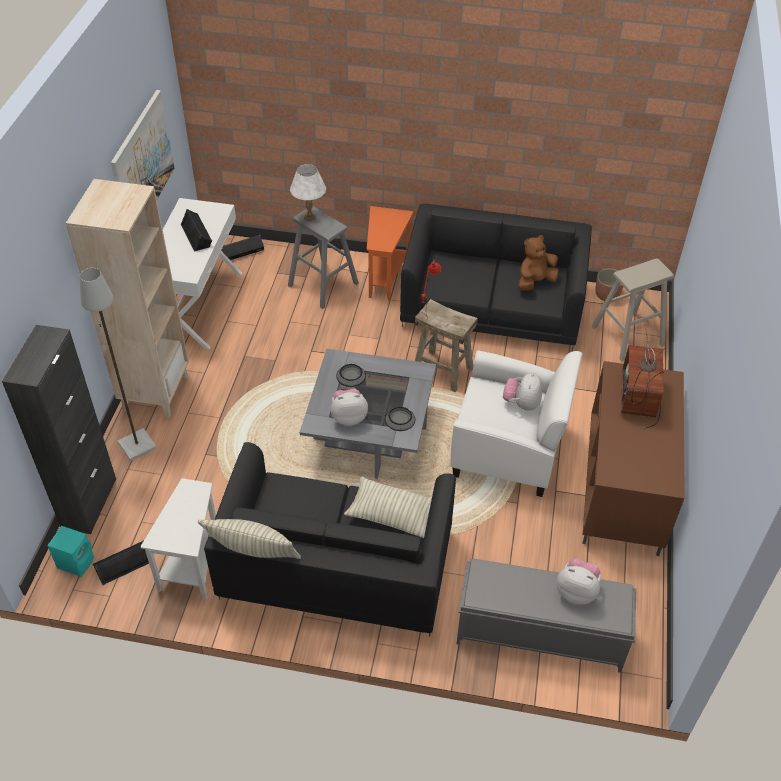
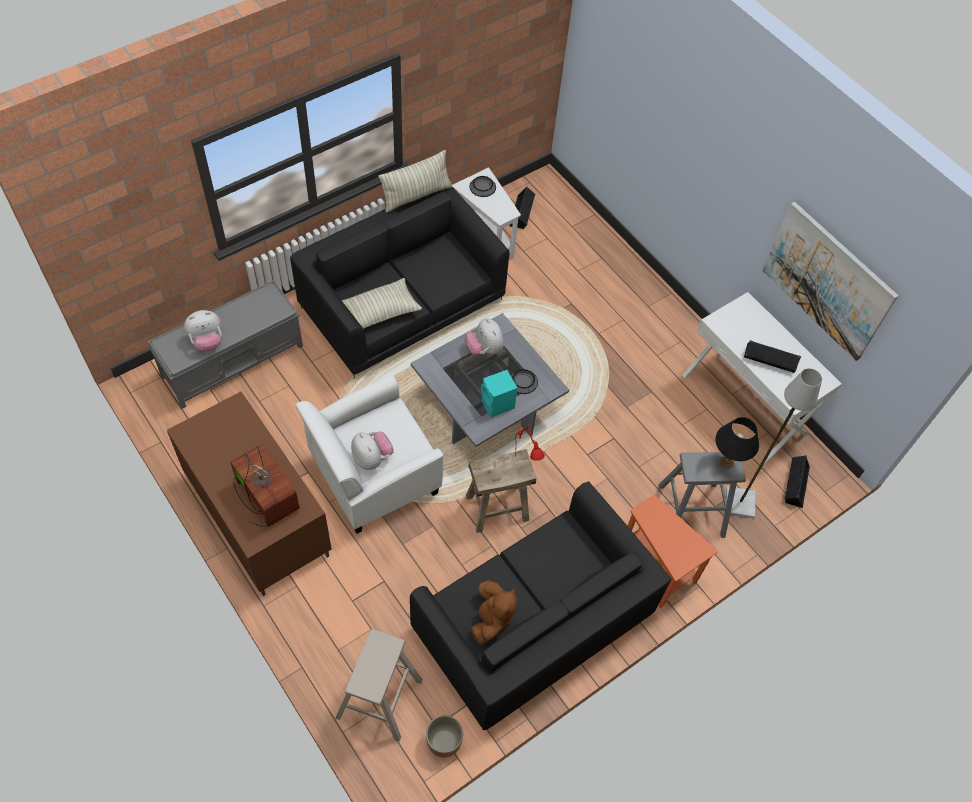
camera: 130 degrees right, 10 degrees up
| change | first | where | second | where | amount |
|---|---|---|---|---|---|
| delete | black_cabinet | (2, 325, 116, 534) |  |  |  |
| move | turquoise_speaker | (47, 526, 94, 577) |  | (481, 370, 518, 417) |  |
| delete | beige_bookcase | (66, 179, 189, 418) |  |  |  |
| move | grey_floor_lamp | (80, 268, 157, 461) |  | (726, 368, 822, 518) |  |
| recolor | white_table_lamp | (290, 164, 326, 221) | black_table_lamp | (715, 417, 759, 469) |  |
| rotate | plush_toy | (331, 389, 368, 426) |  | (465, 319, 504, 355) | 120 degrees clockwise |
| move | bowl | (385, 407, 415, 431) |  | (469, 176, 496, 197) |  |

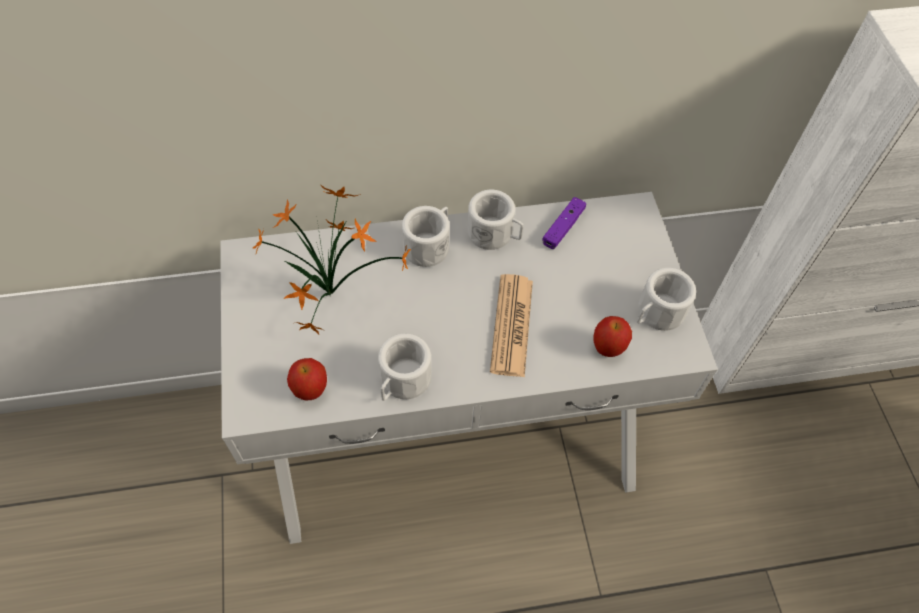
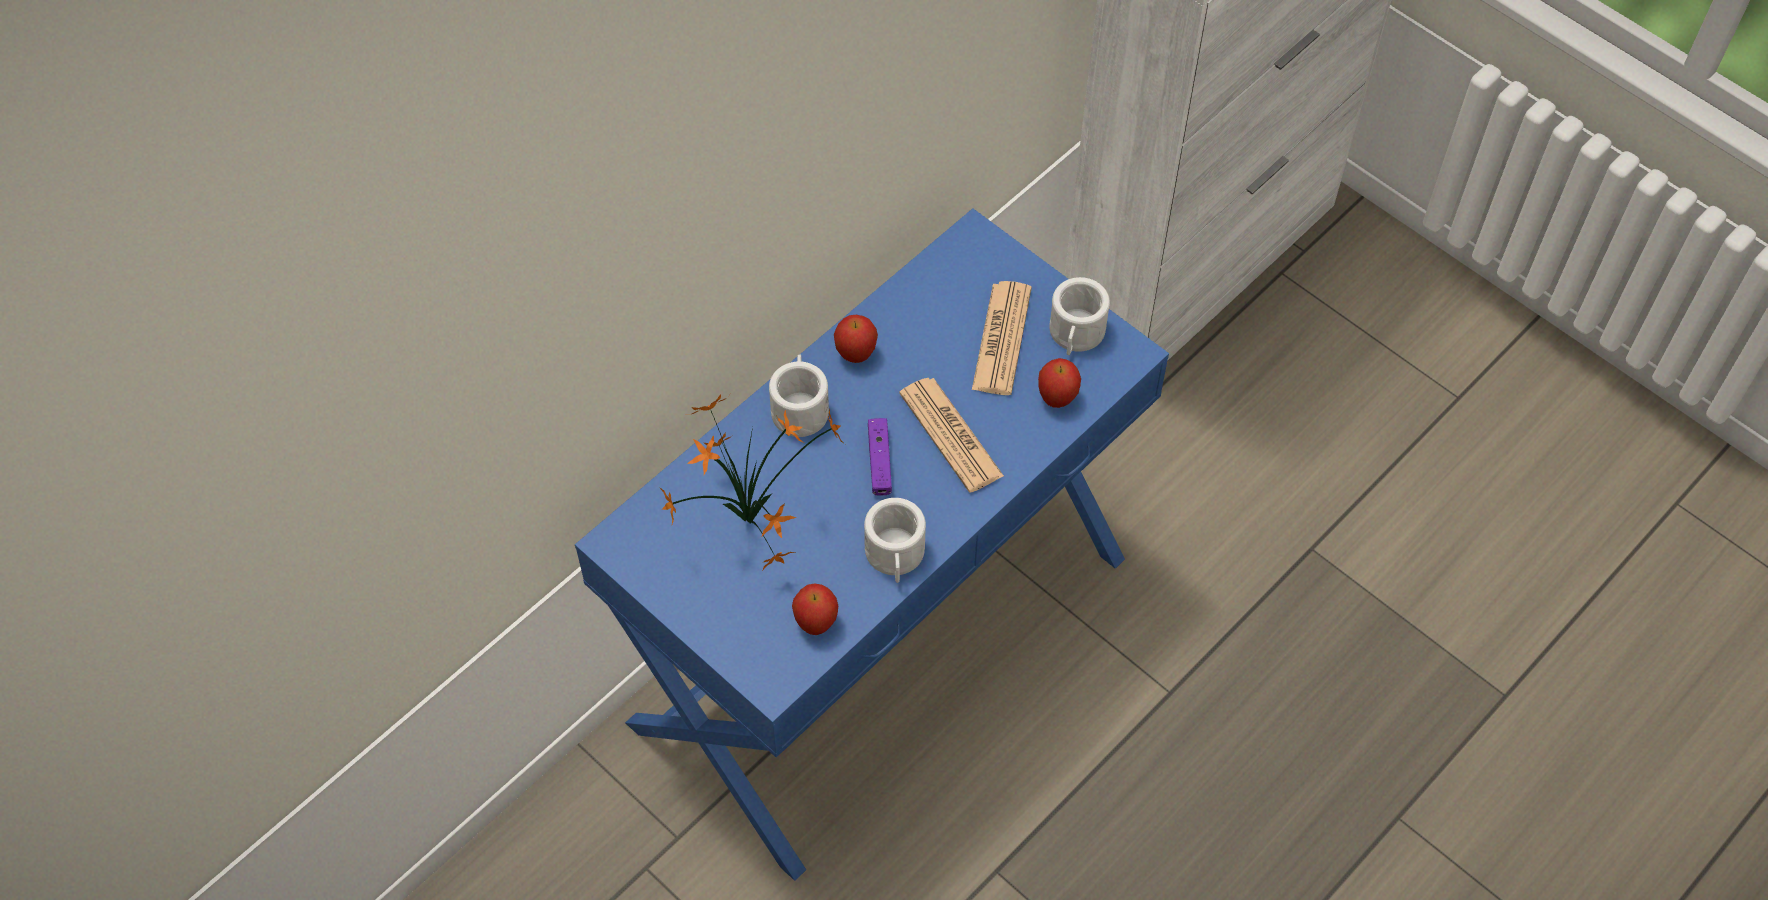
camera: 35 degrees left, 0 degrees up
| change | first | where | second | where | amount |
|---|---|---|---|---|---|
| recolor | white_console_table | (220, 192, 718, 544) | blue_console_table | (575, 208, 1169, 881) |  |
| replace | white_mug | (467, 190, 523, 250) | apple | (834, 315, 878, 363) |  |
| move | purple_game_controller | (542, 197, 586, 249) |  | (868, 418, 892, 496) |  |
| insert |  |  | newspaper | (972, 281, 1032, 395) |  |

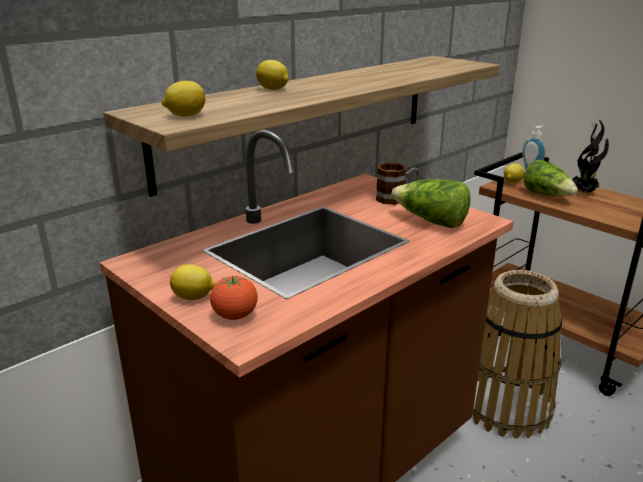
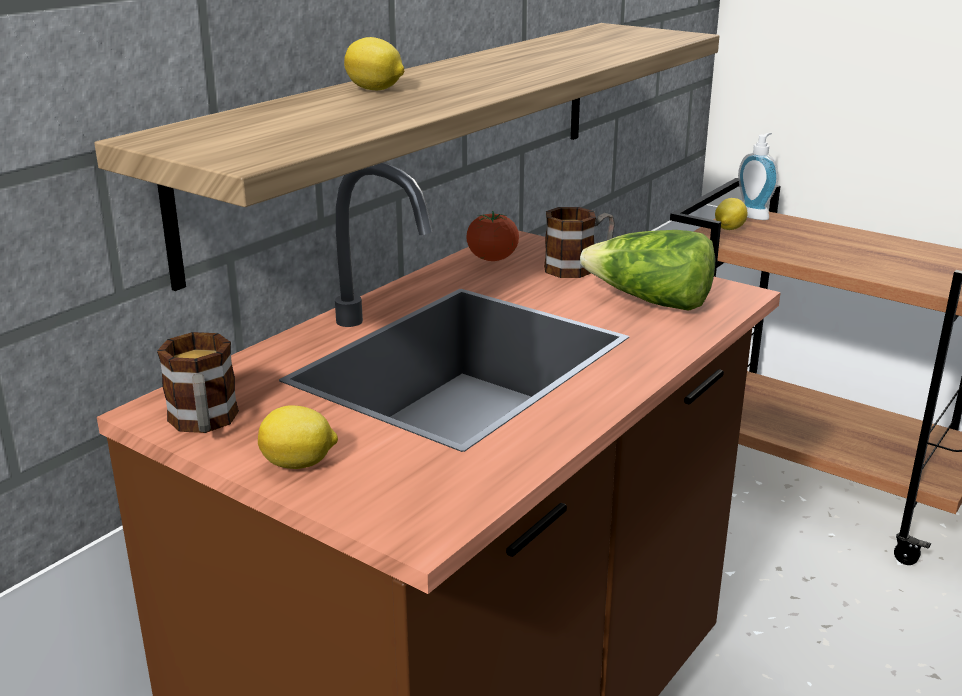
camera: 10 degrees left, 0 degrees up
| change | first | where | second | where | amount |
|---|---|---|---|---|---|
| delete | lemon | (162, 81, 205, 117) |  |  |  |
| move | tomato | (210, 275, 258, 320) |  | (466, 211, 519, 261) |  |
| delete | basket | (473, 270, 562, 439) |  |  |  |
| delete | lettuce | (523, 160, 578, 196) |  |  |  |
| delete | potted_plant | (572, 120, 609, 194) |  |  |  |
| insert |  |  | mug | (157, 332, 239, 433) |  |

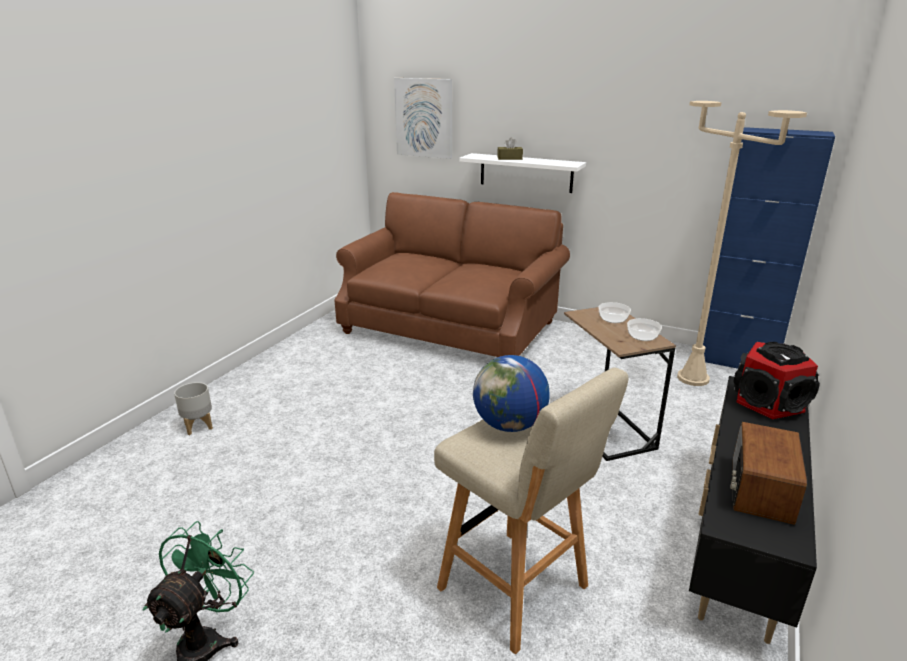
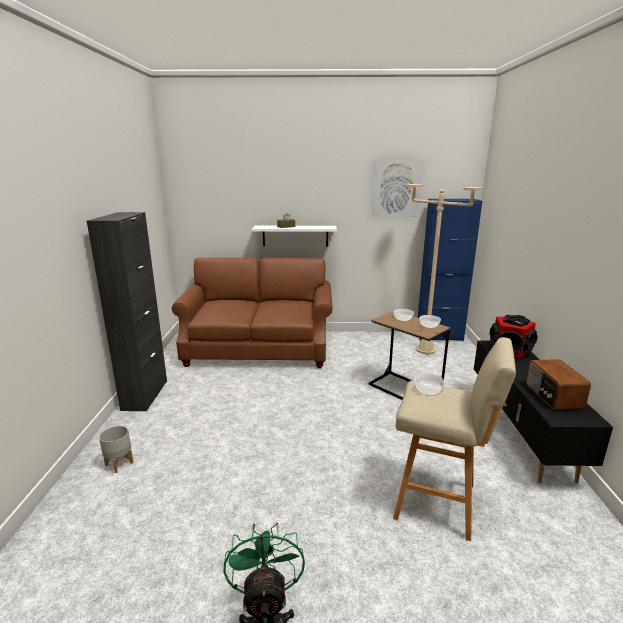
camera: 25 degrees left, 5 degrees down
| change | first | where | second | where | amount |
|---|---|---|---|---|---|
| move | picture | (394, 78, 452, 159) |  | (372, 160, 422, 217) |  |
| replace | globe | (473, 355, 550, 432) | bowl | (414, 373, 445, 396) |  |
| insert |  |  | black_cabinet | (87, 212, 167, 411) |  |

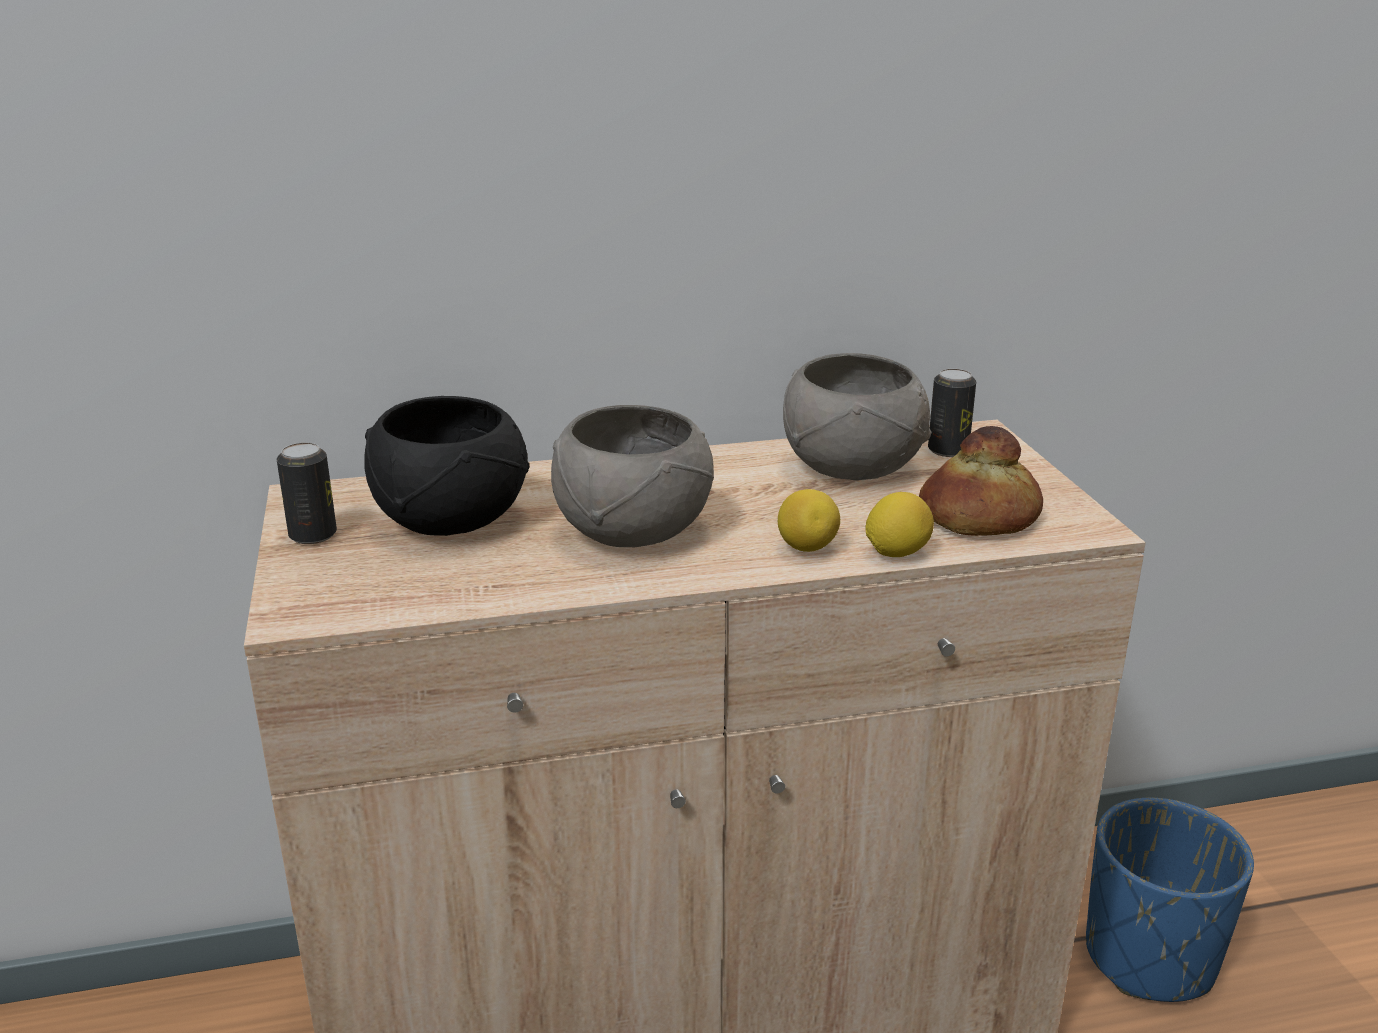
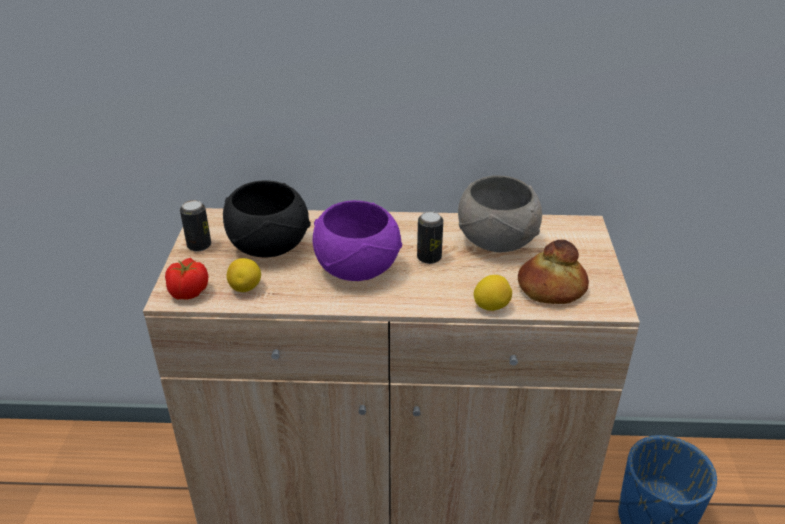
camera: 15 degrees right, 10 degrees up
| change | first | where | second | where | amount |
|---|---|---|---|---|---|
| recolor | grey_bowl | (551, 405, 714, 547) | purple_bowl | (312, 200, 402, 281) |  |
| move | lemon | (778, 489, 840, 552) |  | (227, 258, 261, 292) |  |
| move | can | (928, 369, 976, 457) |  | (417, 211, 443, 264) |  |
| insert |  |  | tomato | (165, 258, 208, 300) |  |

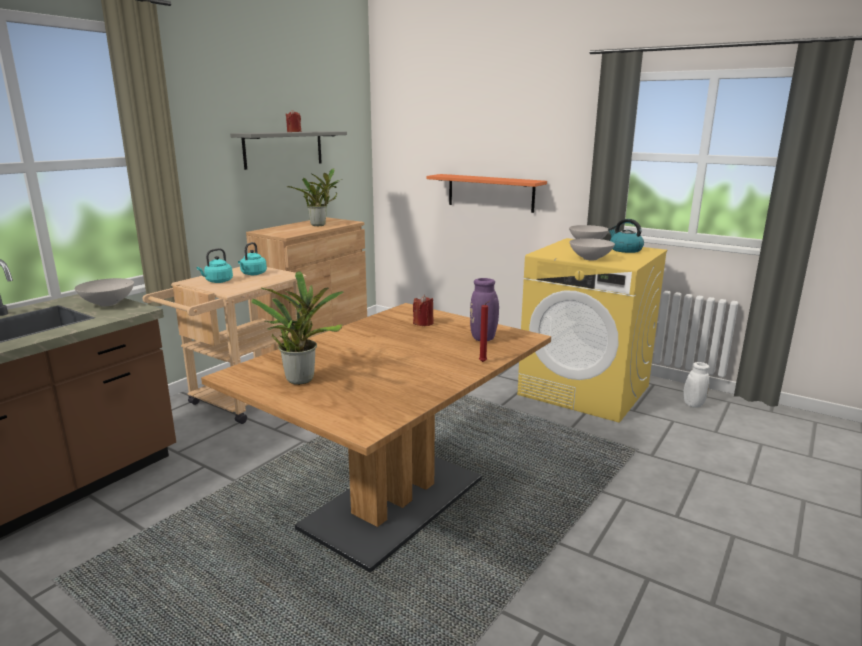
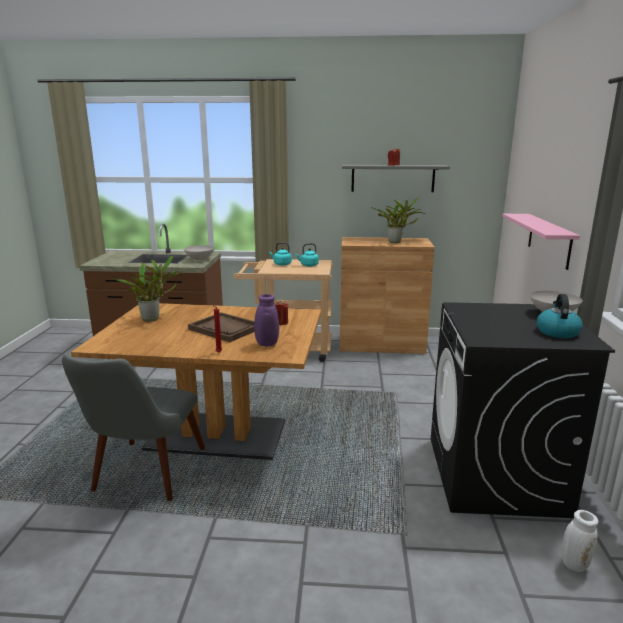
camera: 60 degrees right, 0 degrees up
| change | first | where | second | where | amount |
|---|---|---|---|---|---|
| recolor | orange_shelf | (426, 174, 547, 213) | pink_shelf | (502, 214, 580, 270) |  |
| recolor | yellow_washing_machine | (517, 238, 667, 423) | black_washing_machine | (430, 302, 615, 518) |  |
| delete | white_bowl | (569, 238, 615, 260) |  |  |  |
| insert |  |  | grey_chair | (62, 354, 205, 501) |  |
| insert |  |  | brown_tray | (188, 312, 255, 342) |  |

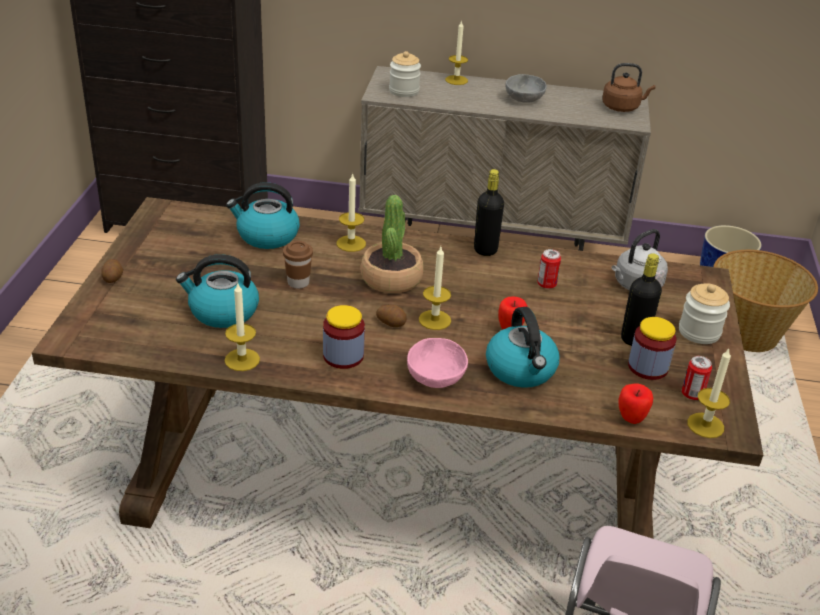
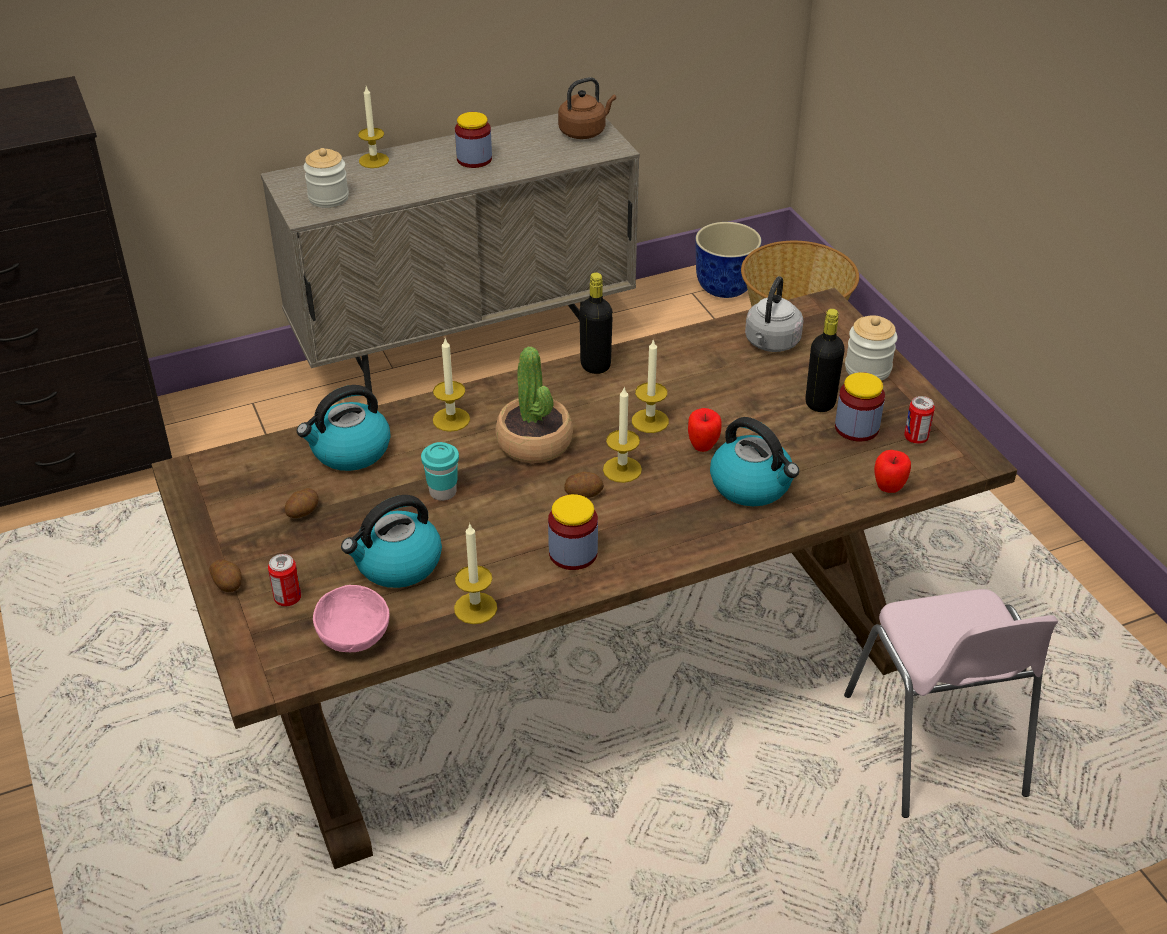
camera: 30 degrees left, 5 degrees up
| change | first | where | second | where | amount |
|---|---|---|---|---|---|
| recolor | brown_cup | (283, 241, 313, 289) | turquoise_cup | (421, 442, 459, 501) |  |
| move | pink_bowl | (407, 338, 468, 388) |  | (313, 585, 390, 652) |  |
| replace | grey_bowl | (505, 74, 547, 103) | jar | (455, 112, 492, 168) |  |
| move | can | (537, 249, 561, 289) |  | (268, 554, 301, 606) |  |
| move | candle | (687, 348, 731, 438) |  | (632, 339, 669, 433) |  |
| insert |  |  | potato | (284, 488, 318, 518) |  |

